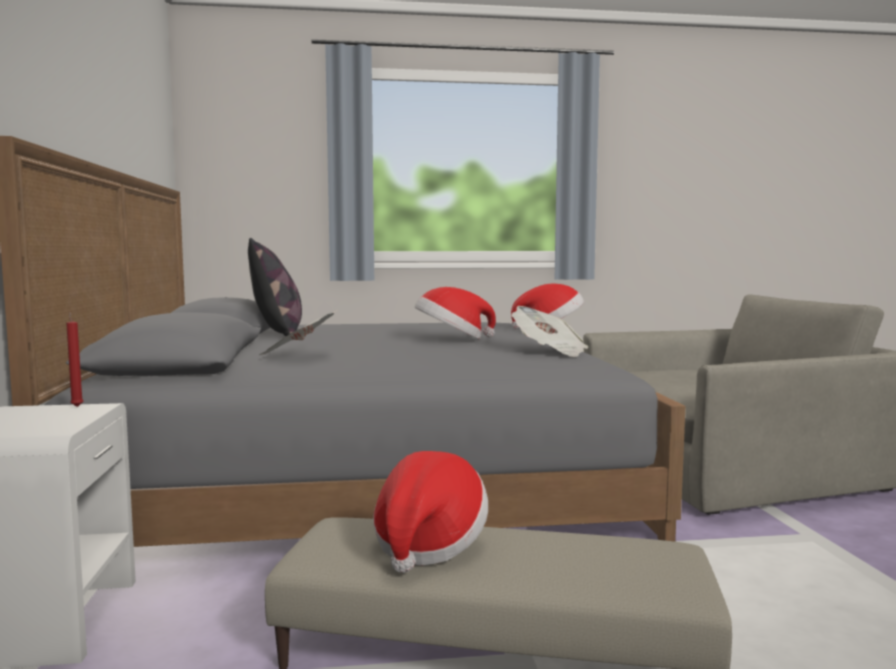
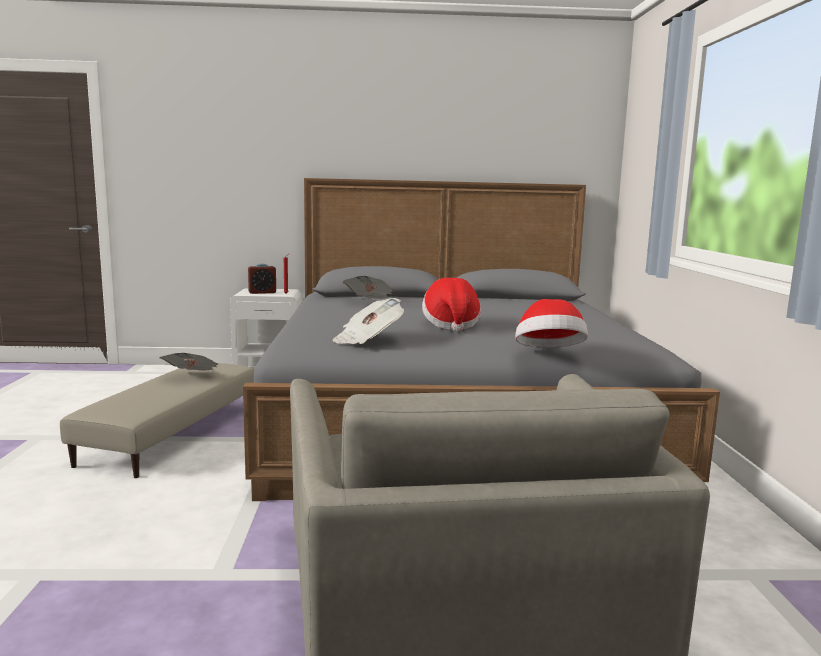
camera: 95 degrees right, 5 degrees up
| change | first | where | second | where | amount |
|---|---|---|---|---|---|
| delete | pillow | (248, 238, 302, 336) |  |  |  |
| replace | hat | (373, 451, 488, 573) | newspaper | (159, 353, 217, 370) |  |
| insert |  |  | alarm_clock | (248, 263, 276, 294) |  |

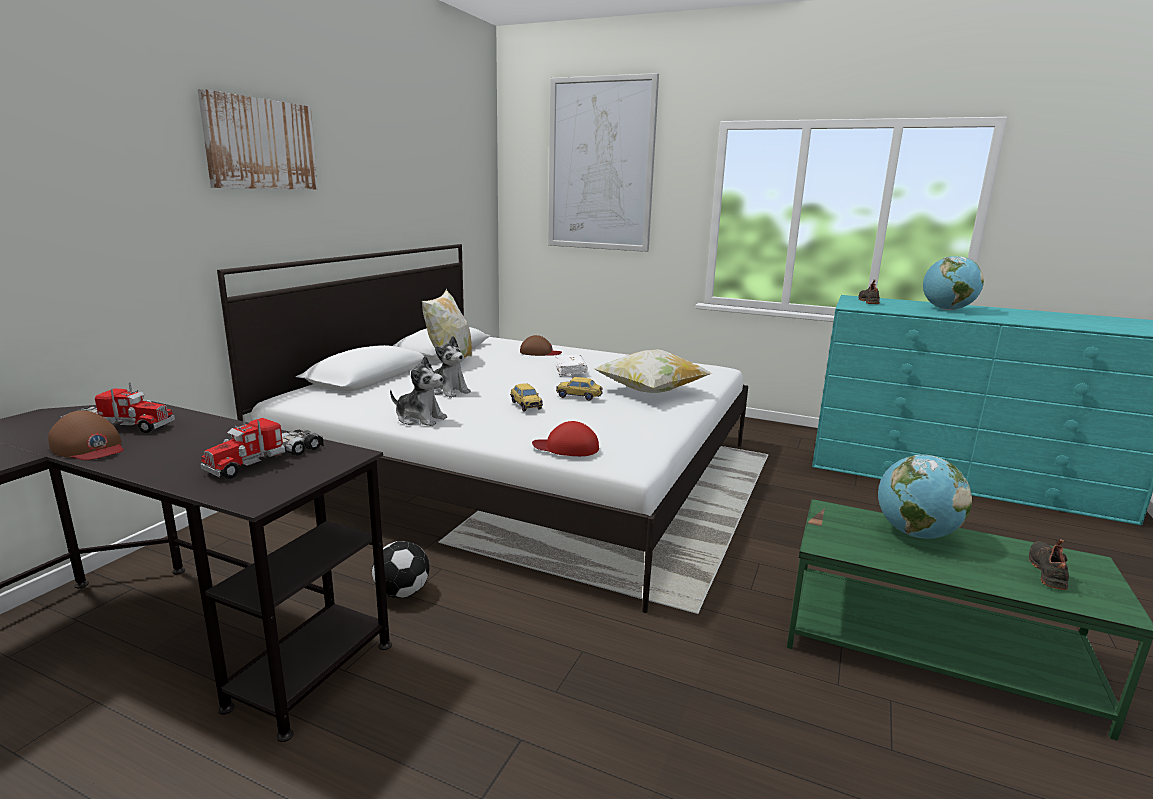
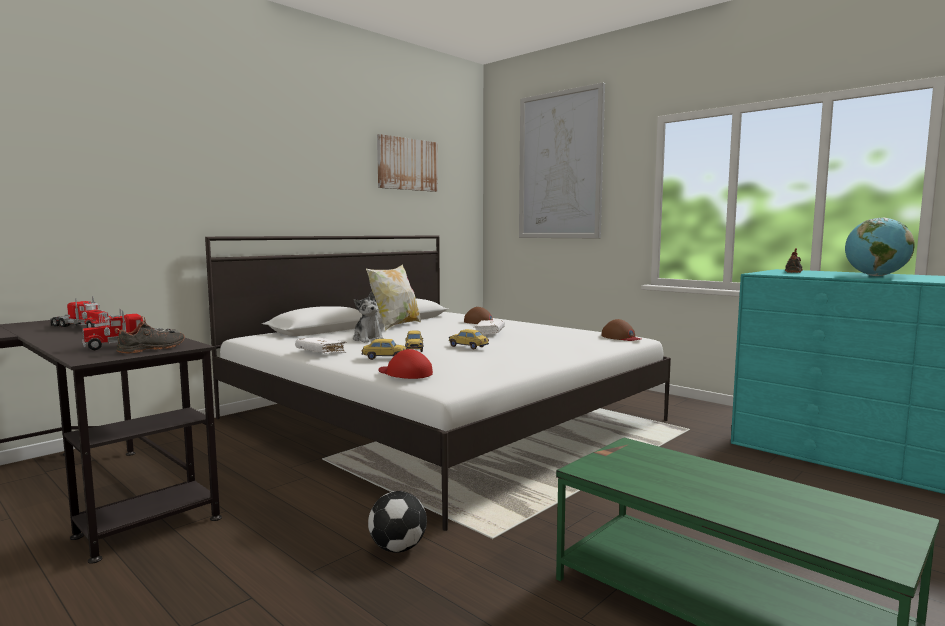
camera: 20 degrees right, 10 degrees down
| change | first | where | second | where | amount |
|---|---|---|---|---|---|
| move | brown_cap | (48, 410, 124, 460) |  | (602, 319, 641, 341) |  |
| move | picture | (198, 89, 318, 190) |  | (377, 134, 438, 192) |  |
| move | football | (372, 541, 430, 598) |  | (368, 491, 427, 553) |  |
| replace | plush_toy | (390, 356, 447, 426) | white_book | (295, 337, 347, 353) |  |
| delete | pillow | (594, 349, 712, 393) |  |  |  |
| delete | globe | (878, 455, 972, 539) |  |  |  |
| move | black_shoe | (1029, 539, 1069, 590) |  | (115, 316, 185, 353) |  |
| insert |  |  | toy_car | (362, 339, 407, 360) |  |

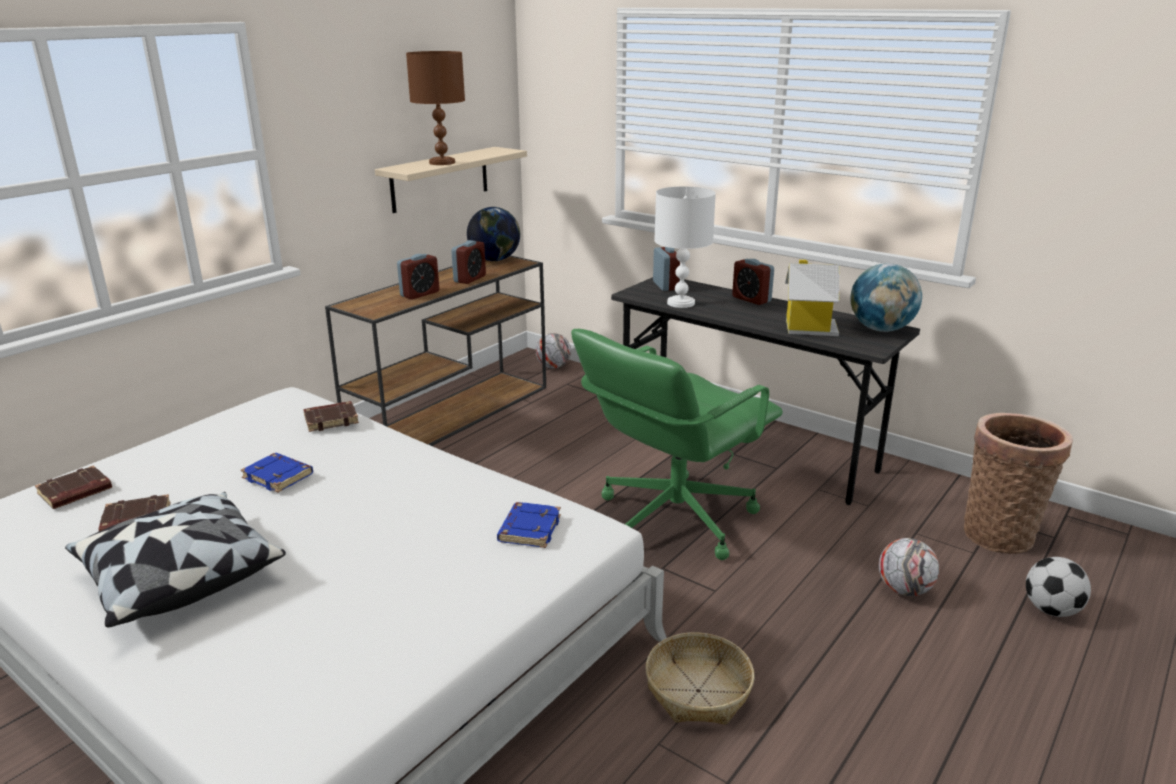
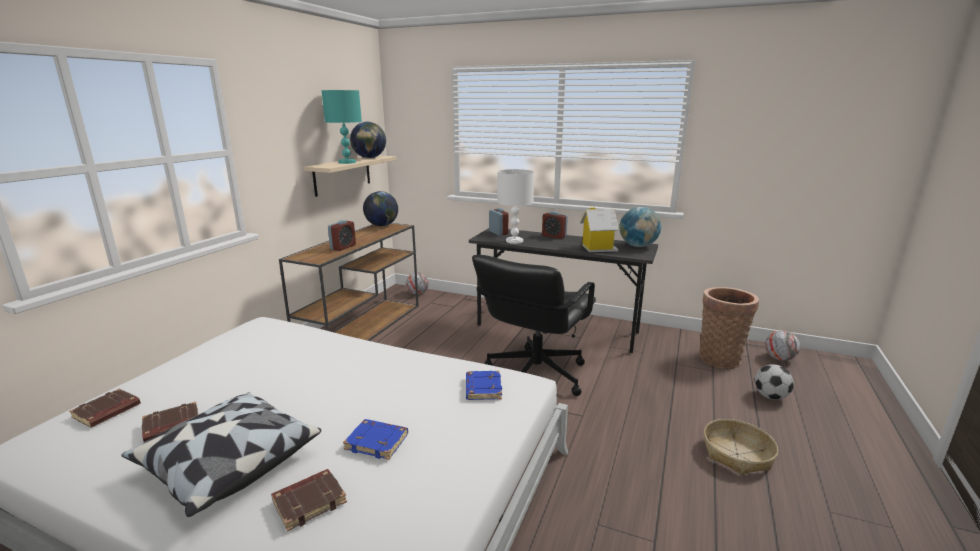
camera: 15 degrees left, 5 degrees down
| change | first | where | second | where | amount |
|---|---|---|---|---|---|
| move | blue_book | (240, 453, 313, 492) |  | (343, 419, 408, 460) |  |
| move | brown_book | (303, 401, 359, 432) |  | (271, 469, 347, 532) |  |
| recolor | brown_table_lamp | (406, 51, 465, 165) | turquoise_table_lamp | (321, 90, 362, 164) |  |
| delete | alarm_clock | (451, 240, 486, 284) |  |  |  |
| recolor | green_office_chair | (571, 329, 783, 560) | black_office_chair | (472, 255, 596, 396) |  |
| move | basket | (645, 632, 755, 725) |  | (704, 419, 778, 475) |  |
| move | football | (879, 538, 939, 596) |  | (765, 330, 800, 361) |  |
| insert |  |  | globe | (350, 122, 386, 158) |  |

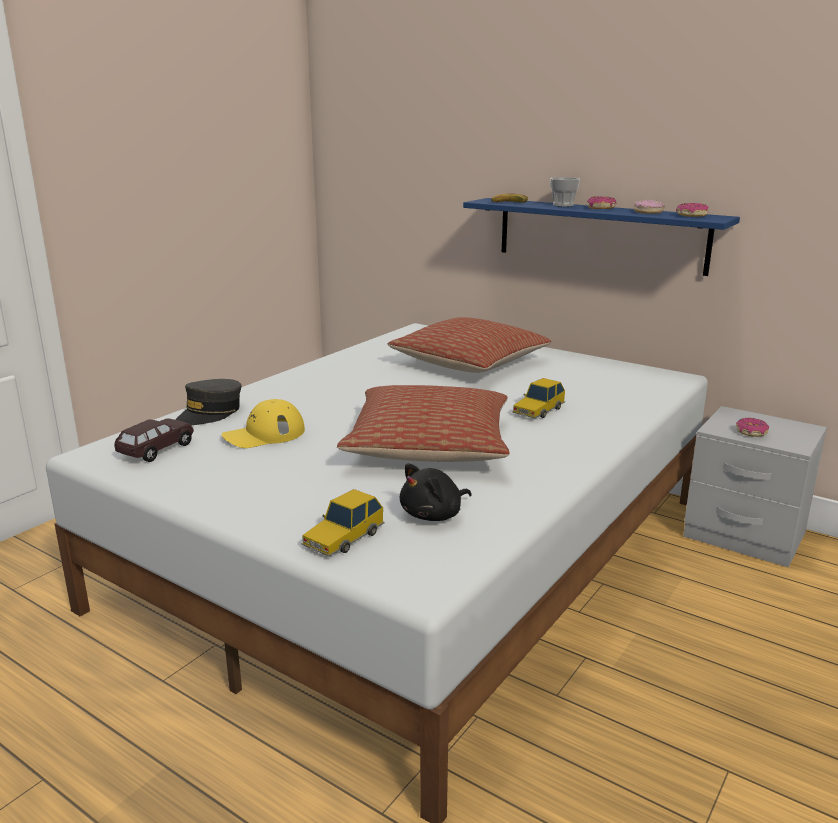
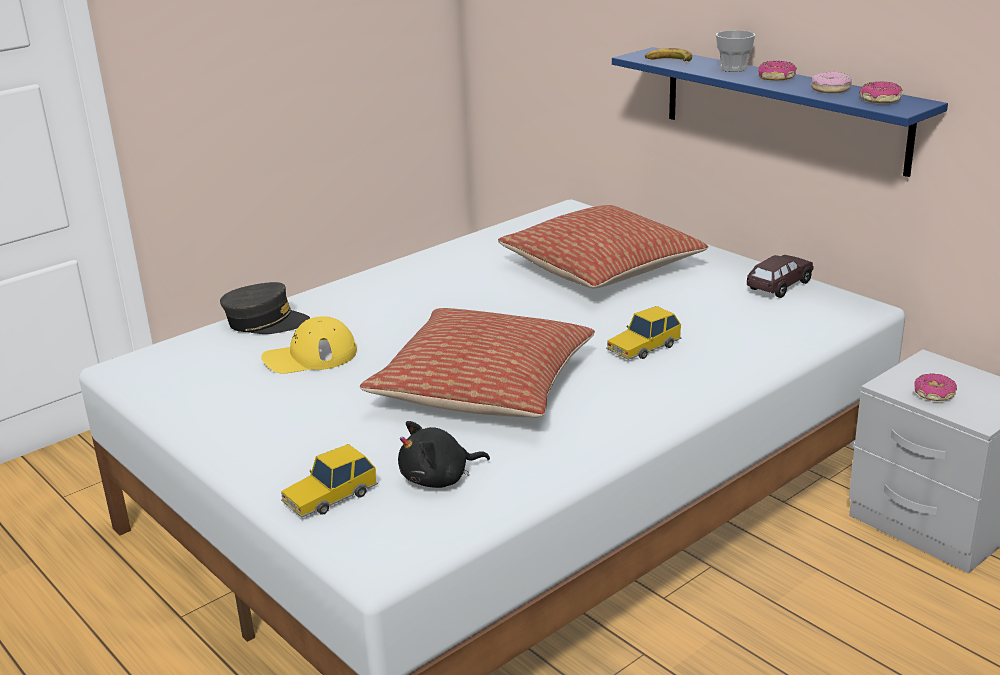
camera: 15 degrees right, 5 degrees up
| change | first | where | second | where | amount |
|---|---|---|---|---|---|
| move | brown_toy_car | (114, 419, 194, 462) |  | (747, 255, 814, 298) |  |
| rotate | grey_cap | (175, 379, 242, 425) |  | (220, 282, 310, 334) | 135 degrees counterclockwise |

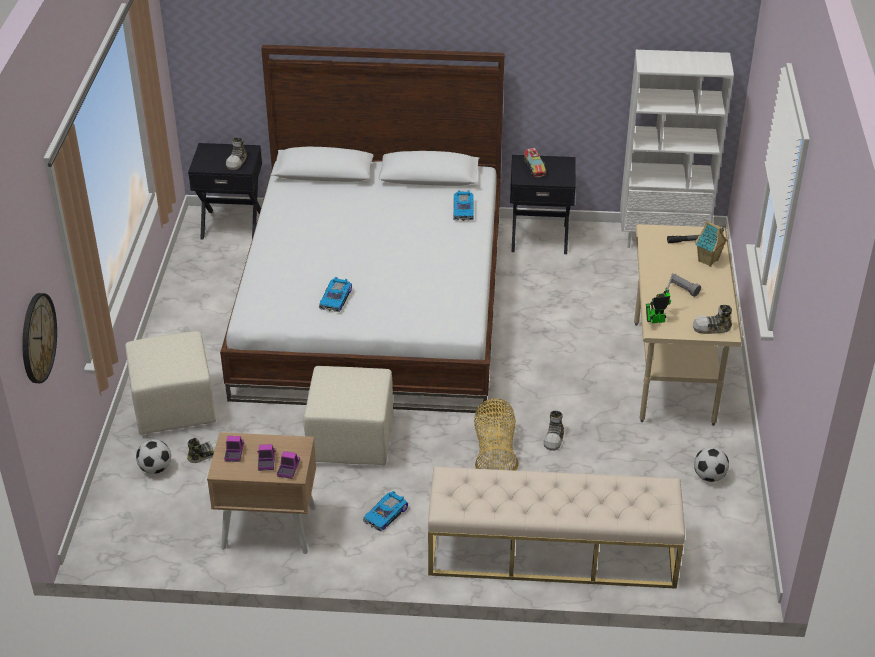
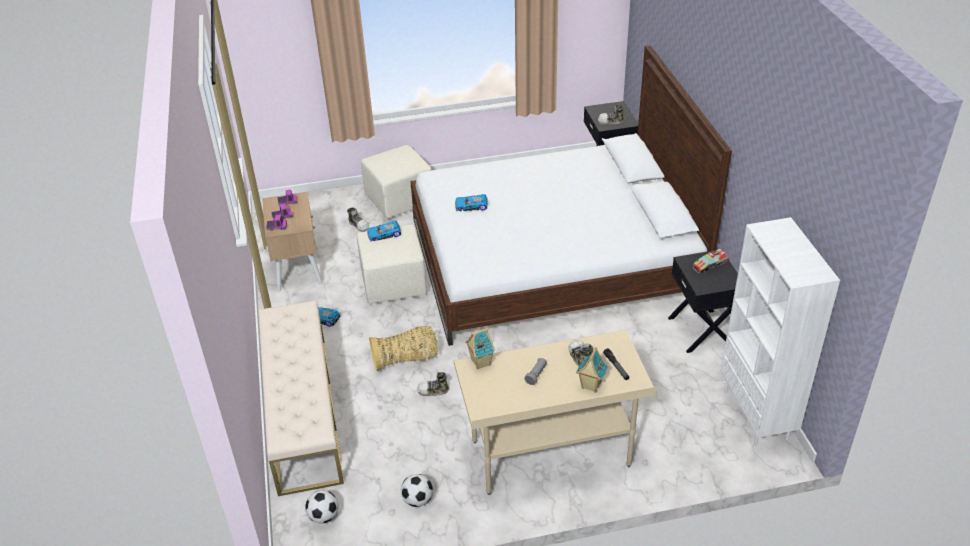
camera: 75 degrees right, 0 degrees up
| change | first | where | second | where | amount |
|---|---|---|---|---|---|
| delete | wall_clock | (22, 293, 57, 383) |  |  |  |
| move | football | (136, 439, 171, 474) |  | (305, 490, 338, 524) |  |
| move | toy_car | (453, 190, 474, 221) |  | (367, 221, 401, 242) |  |
| replace | toy_robot | (646, 273, 673, 323) | toy_house | (465, 328, 496, 370) |  |
| move | shoe | (693, 305, 732, 334) |  | (569, 340, 593, 367) |  |

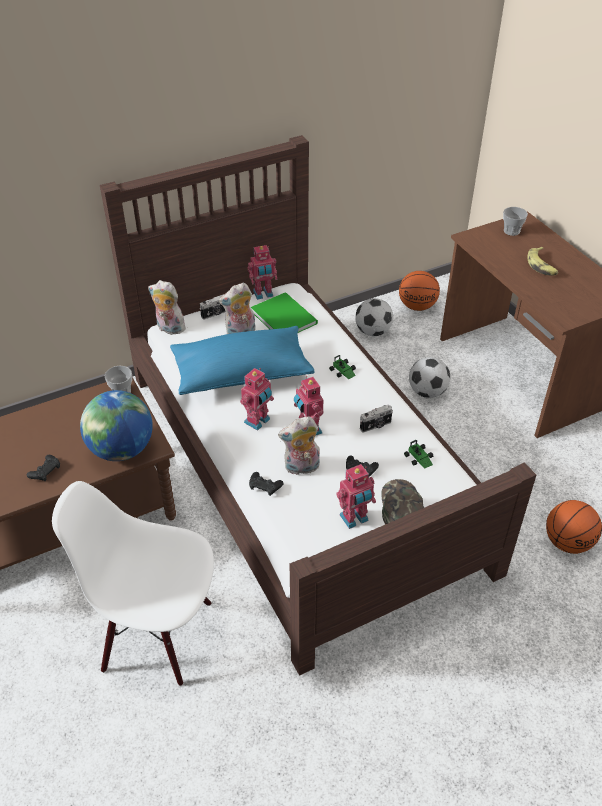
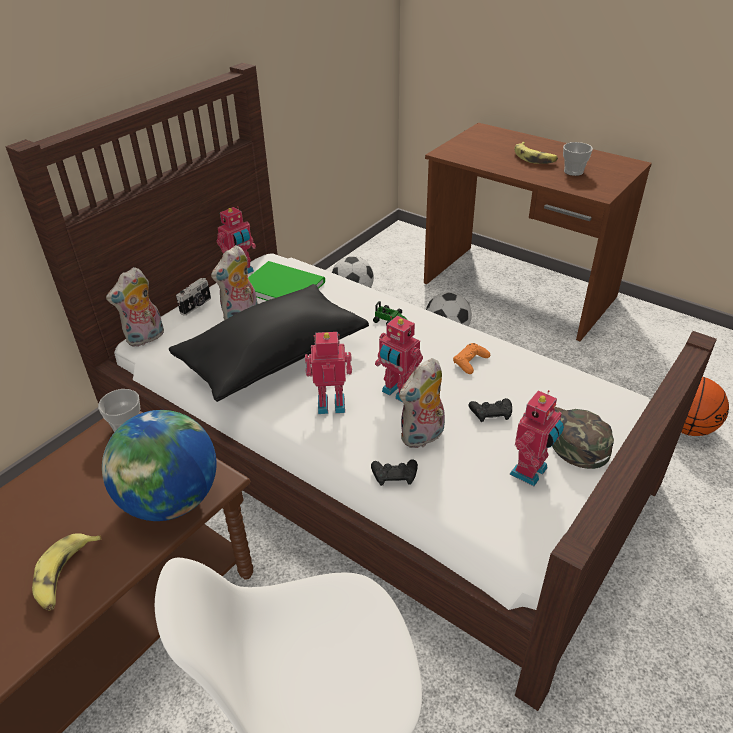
camera: 25 degrees left, 5 degrees down
| change | first | where | second | where | amount |
|---|---|---|---|---|---|
| replace | black_game_controller | (27, 455, 60, 481) | banana | (32, 533, 102, 610) |  |
| rotate | plush_toy | (148, 280, 187, 335) |  | (106, 267, 164, 347) | 45 degrees counterclockwise |
| recolor | blue_pillow | (170, 326, 314, 395) | black_pillow | (169, 284, 369, 402) |  |
| rotate | toy_robot | (240, 368, 274, 431) |  | (305, 332, 352, 414) | 105 degrees counterclockwise |
| replace | photo_camera | (360, 405, 393, 433) | orange_game_controller | (453, 343, 490, 374) |  |
| delete | basketball | (399, 271, 440, 311) |  |  |  |
| delete | toy_car | (404, 440, 433, 469) |  |  |  |
| move | cup | (503, 207, 528, 236) |  | (563, 142, 593, 176) |  |

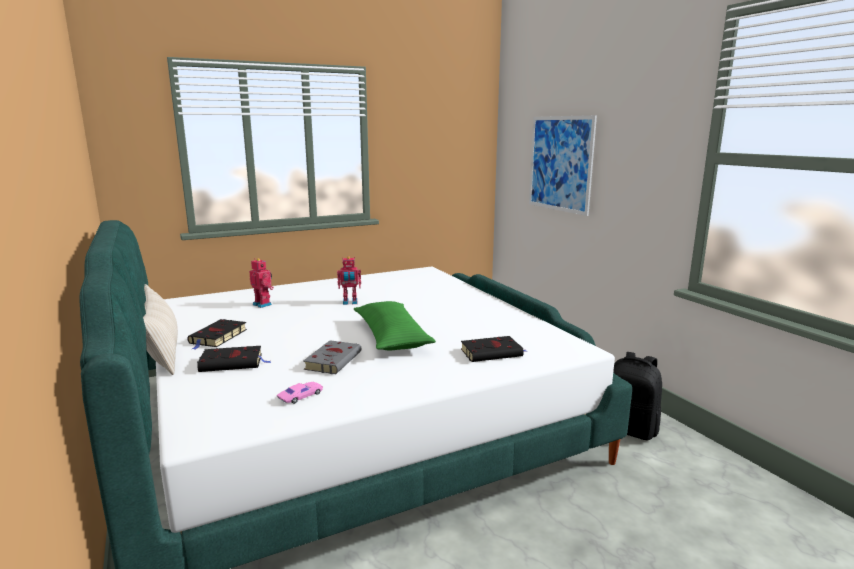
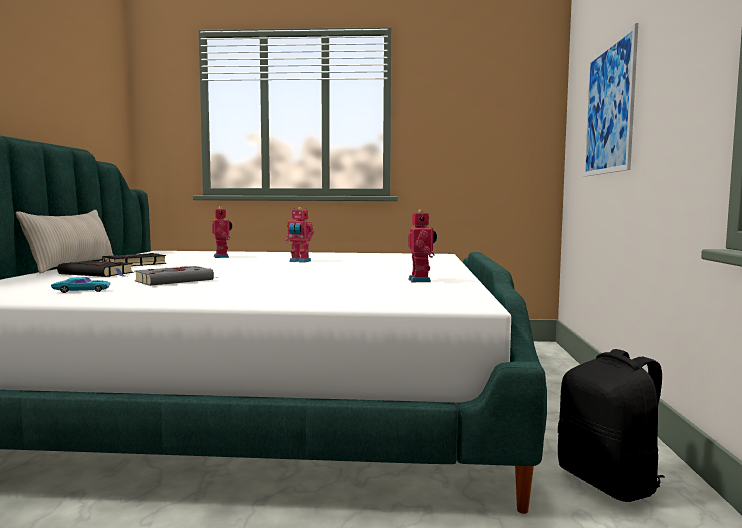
camera: 30 degrees right, 10 degrees down
| change | first | where | second | where | amount |
|---|---|---|---|---|---|
| recolor | pink_toy_car | (277, 382, 323, 404) | turquoise_toy_car | (51, 277, 110, 293) |  |
| delete | green_pillow | (354, 301, 436, 351) |  |  |  |
| delete | black_book | (461, 336, 526, 362) |  |  |  |
| insert |  |  | toy_robot | (408, 209, 437, 282) |  |

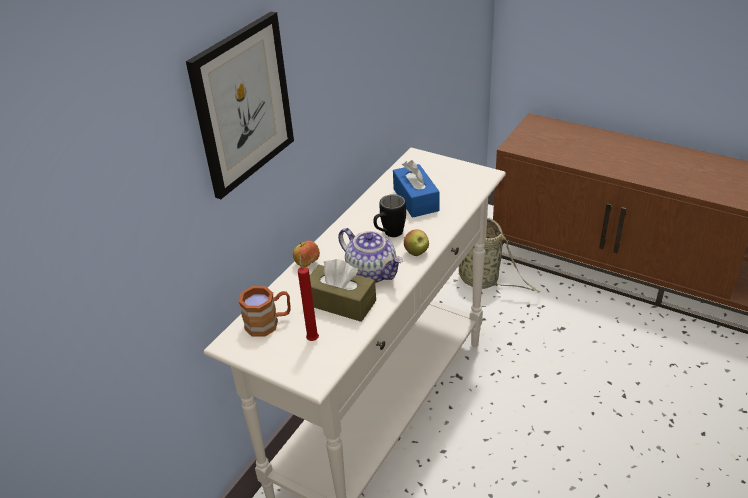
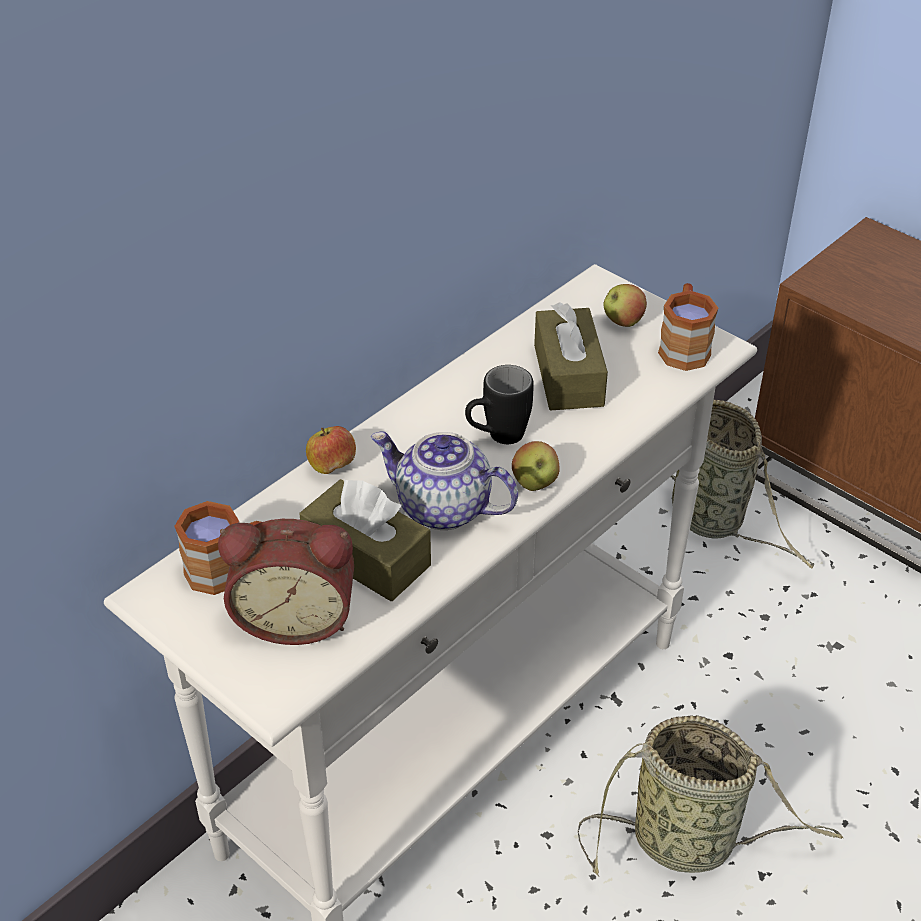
camera: 10 degrees right, 5 degrees up
| change | first | where | second | where | amount |
|---|---|---|---|---|---|
| delete | picture | (186, 11, 294, 199) |  |  |  |
| replace | red_candle | (298, 255, 319, 341) | alarm_clock | (218, 519, 354, 645) |  |
| rotate | teapot | (338, 228, 403, 283) |  | (371, 431, 518, 530) | 150 degrees clockwise |
| recolor | blue_tissue_box | (393, 160, 440, 218) | brown_tissue_box | (534, 302, 608, 411) |  |
| insert |  |  | basket | (578, 715, 843, 877) |  |
| insert |  |  | apple | (603, 284, 647, 327) |  |
| insert |  |  | brown_mug | (658, 283, 718, 371) |  |

